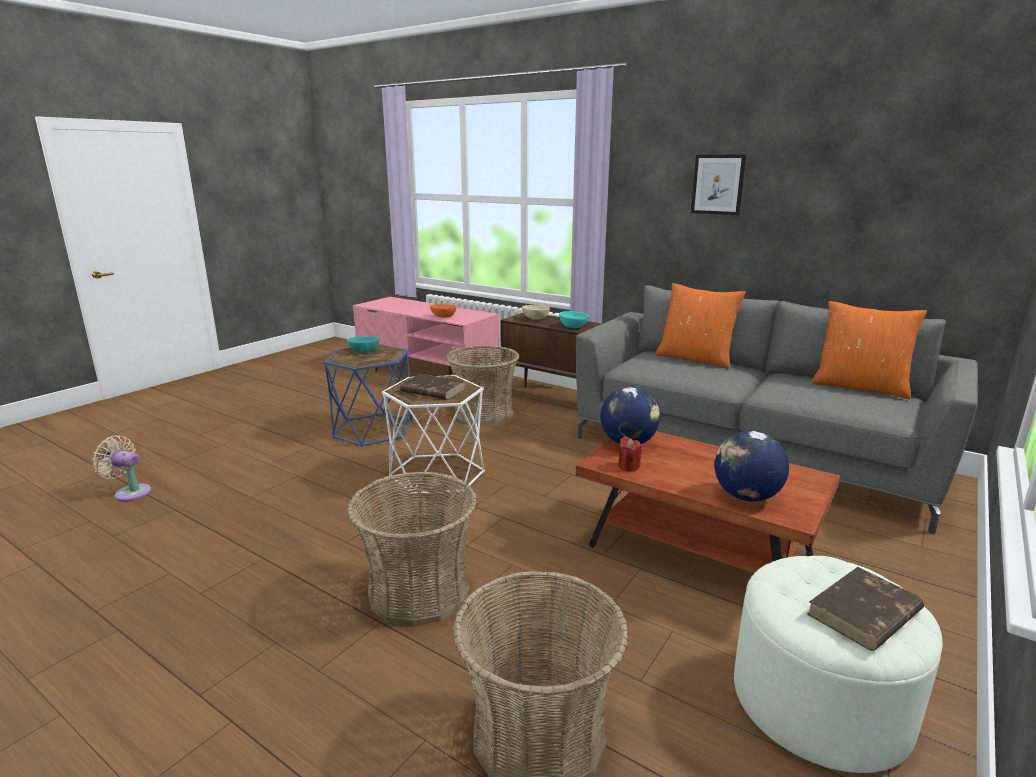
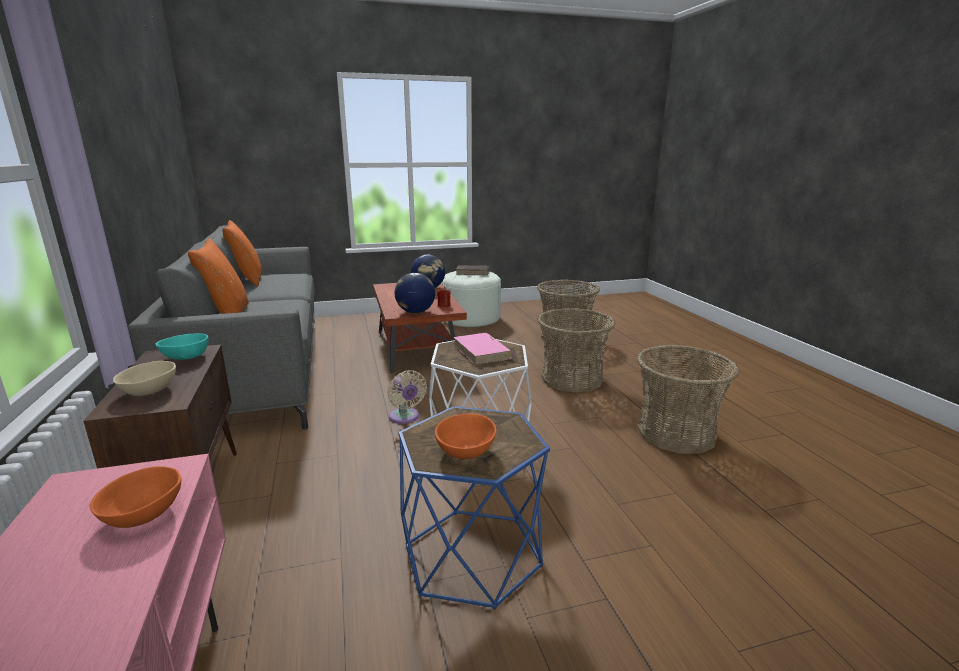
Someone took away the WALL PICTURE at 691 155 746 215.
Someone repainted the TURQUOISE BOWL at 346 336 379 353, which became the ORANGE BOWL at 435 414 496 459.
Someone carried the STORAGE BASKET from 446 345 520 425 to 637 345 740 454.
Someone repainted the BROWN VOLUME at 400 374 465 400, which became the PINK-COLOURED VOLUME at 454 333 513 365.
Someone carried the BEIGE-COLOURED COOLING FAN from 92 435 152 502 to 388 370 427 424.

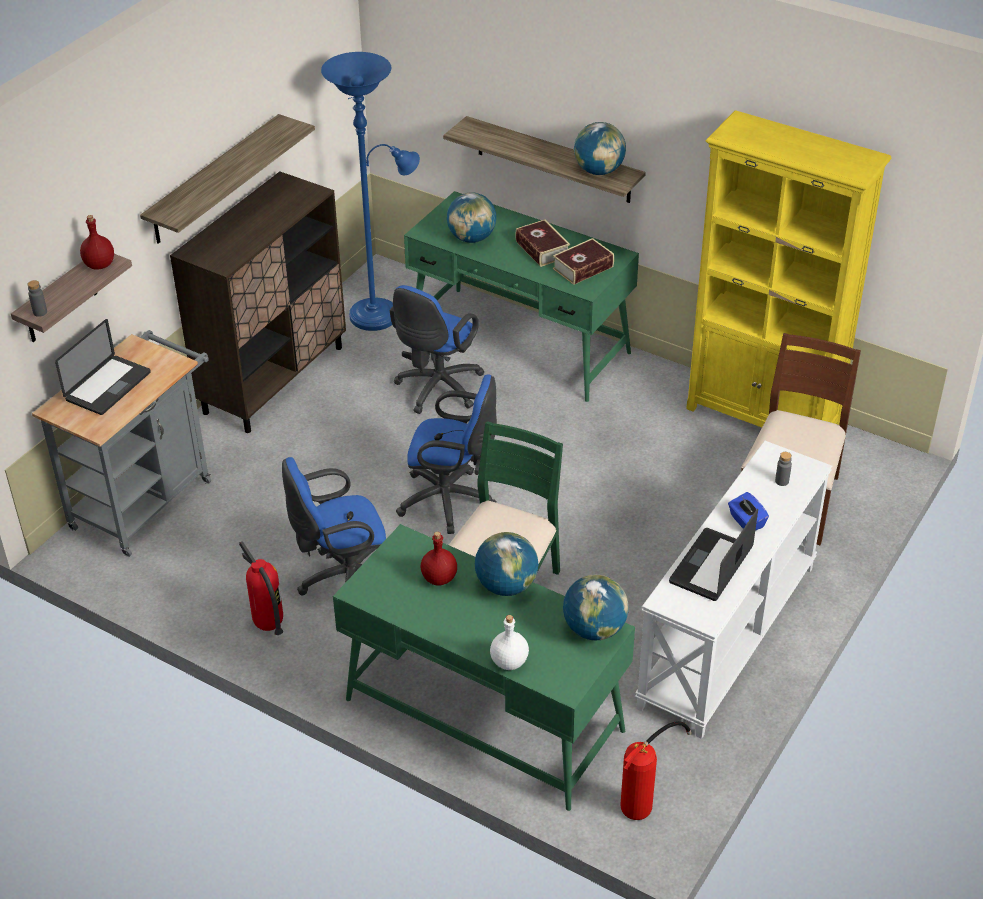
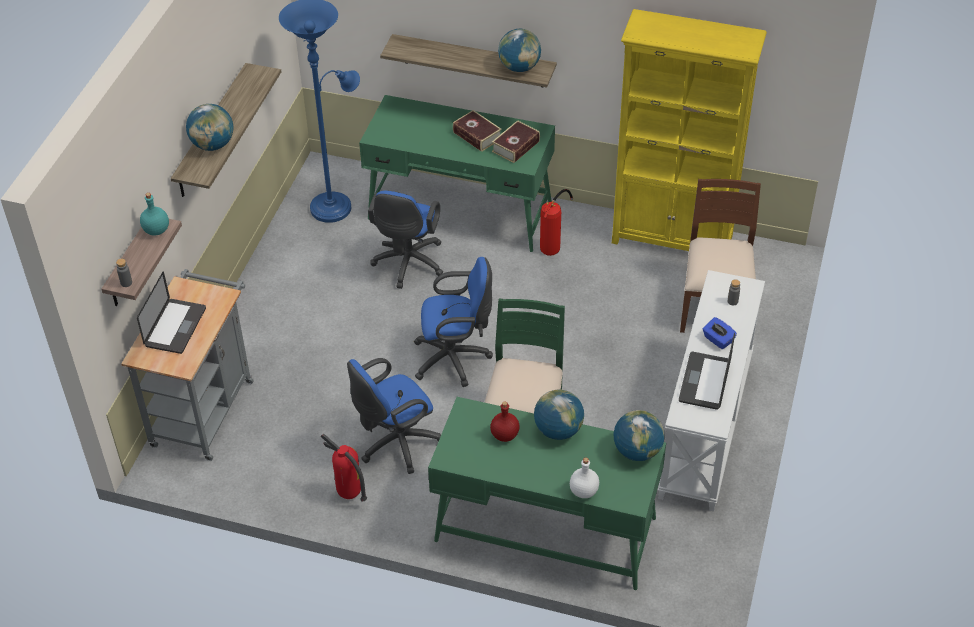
Someone took away the BROWN CABINET at 170 171 346 433.
Someone carried the DESK GLOBE from 447 192 497 243 to 186 104 233 151.
Someone repainted the RED BOTTLE at 80 215 114 270, which became the TURQUOISE BOTTLE at 140 193 169 236.
Someone carried the FIRE EXTINGUISHER from 620 721 691 820 to 540 189 573 256.

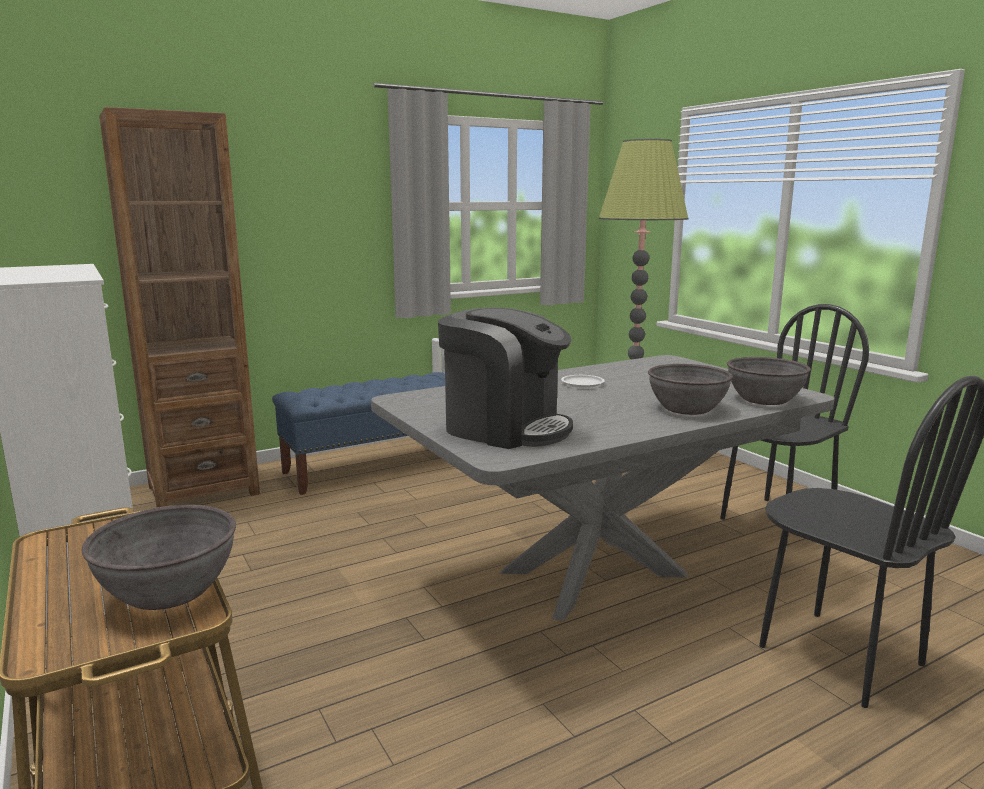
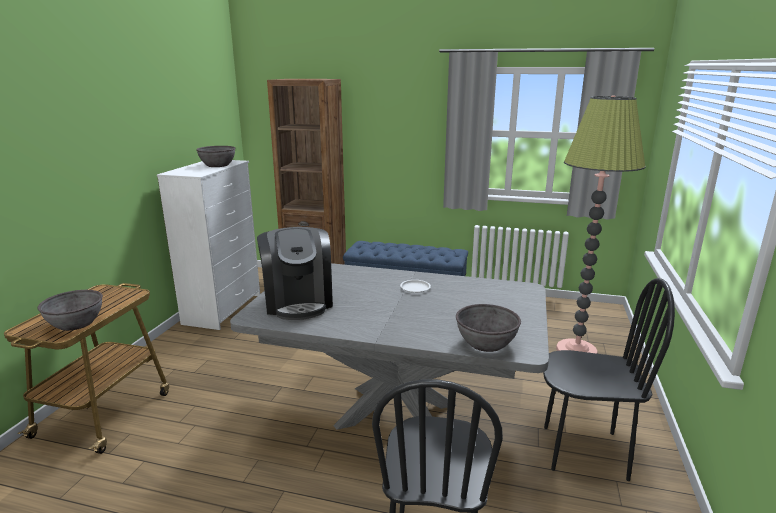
Someone carried the GREY BOWL from 648 364 733 415 to 196 146 236 167.

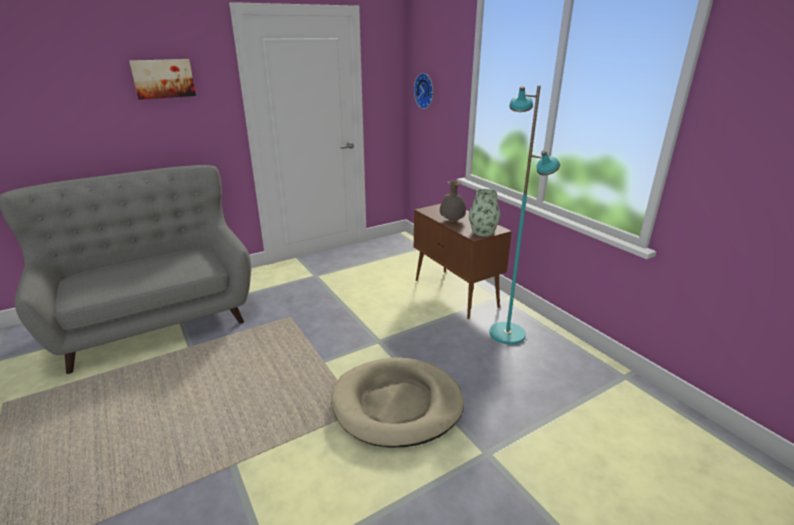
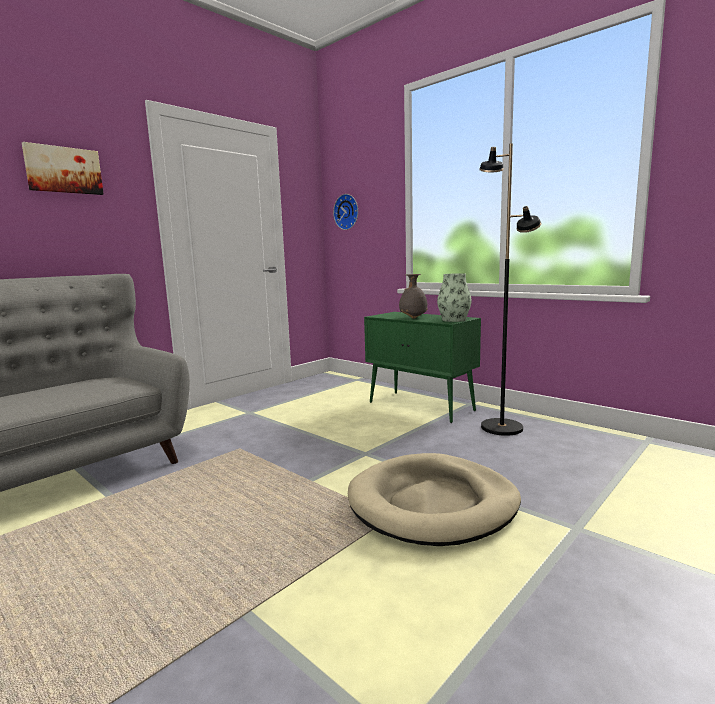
Someone repainted the TURQUOISE FLOOR LAMP at 489 86 560 345, which became the BLACK FLOOR LAMP at 479 143 541 436.
Someone repainted the BROWN CABINET at 414 204 512 320, which became the GREENISH CABINET at 364 312 481 423.

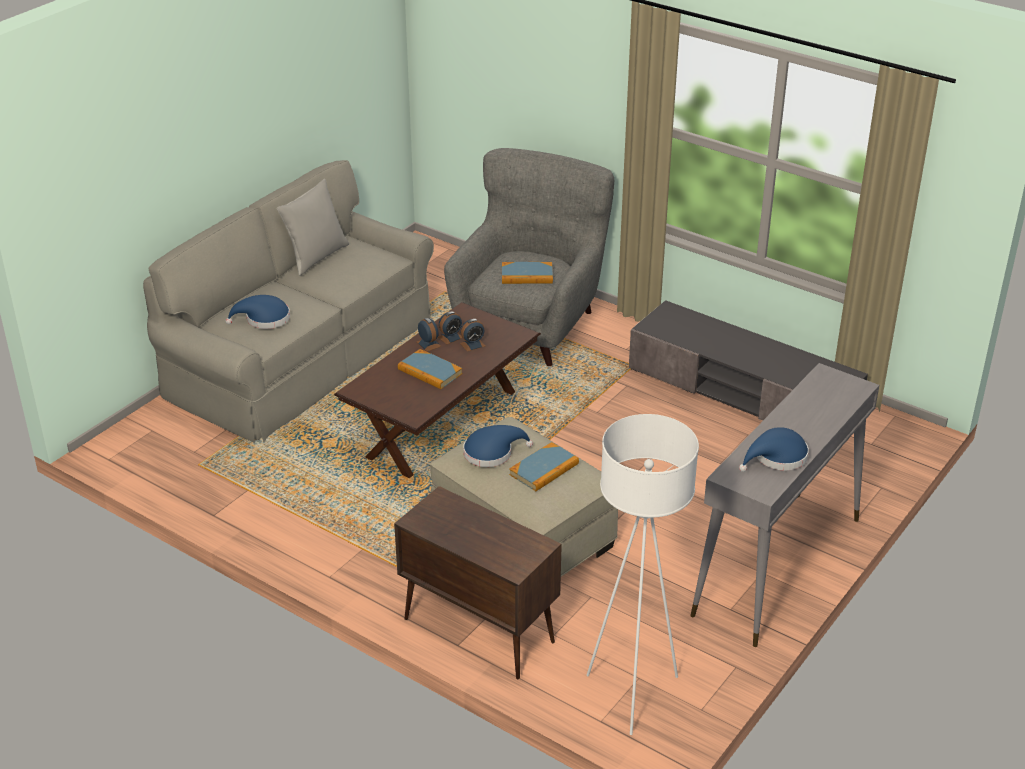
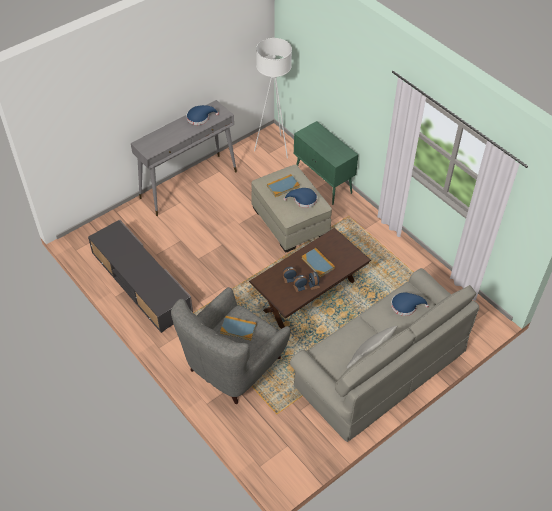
Someone repainted the BROWN CABINET at 394 486 562 680, which became the GREENISH CABINET at 294 121 358 205.

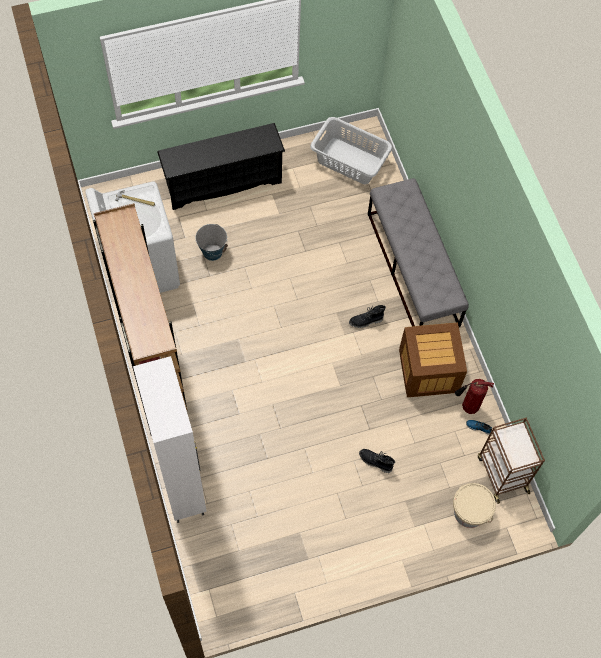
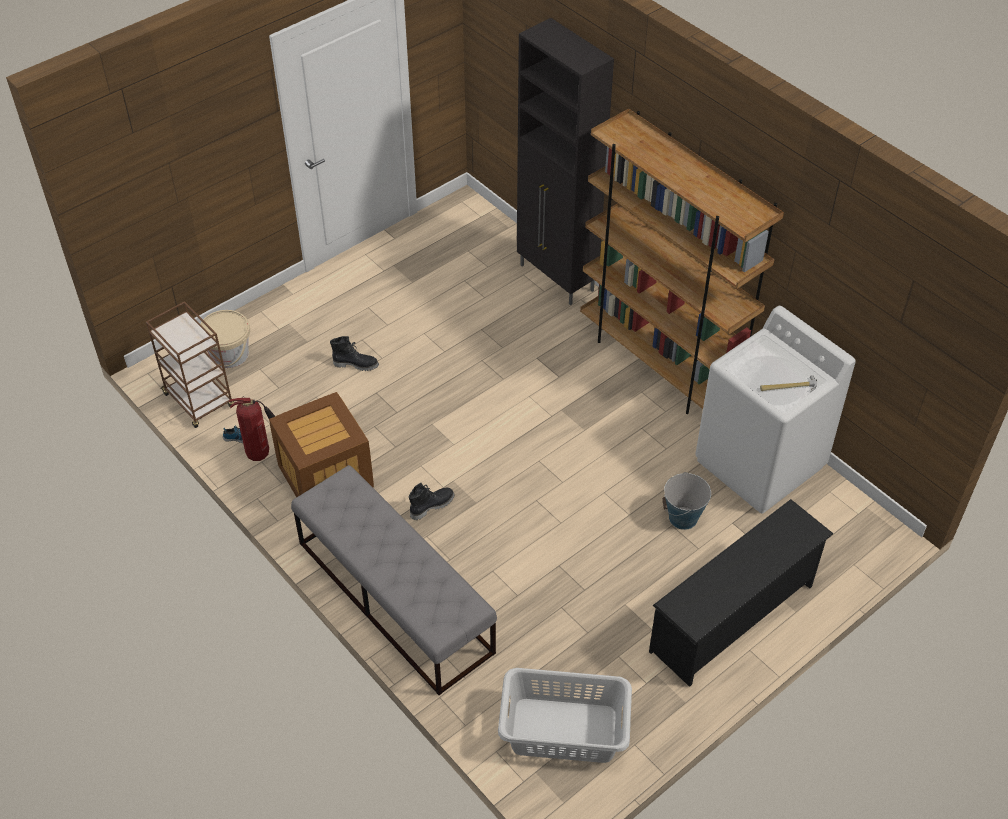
Someone repainted the WHITE-COLOURED CABINET at 133 356 207 523, which became the BLACK CABINET at 517 18 614 305.

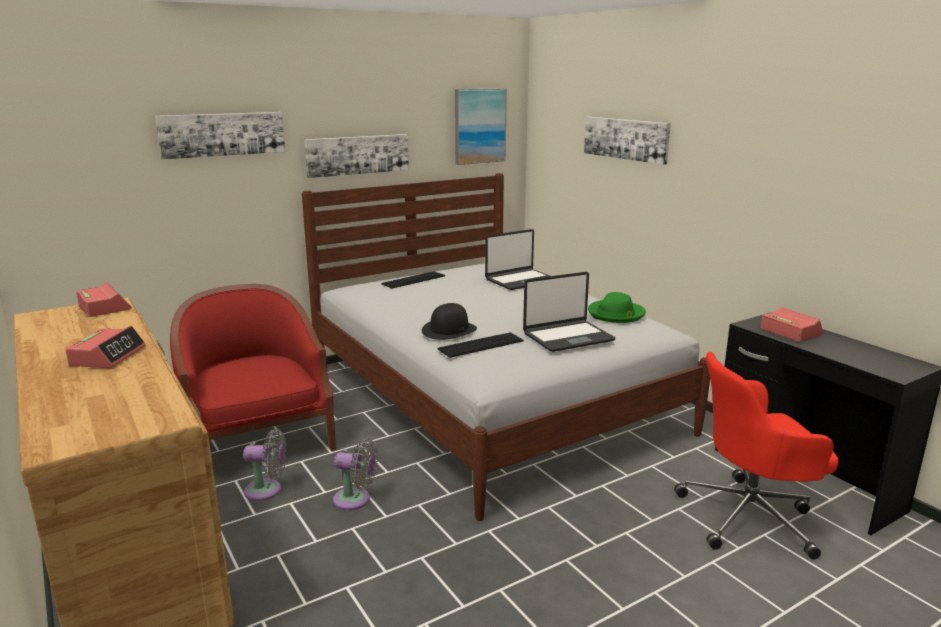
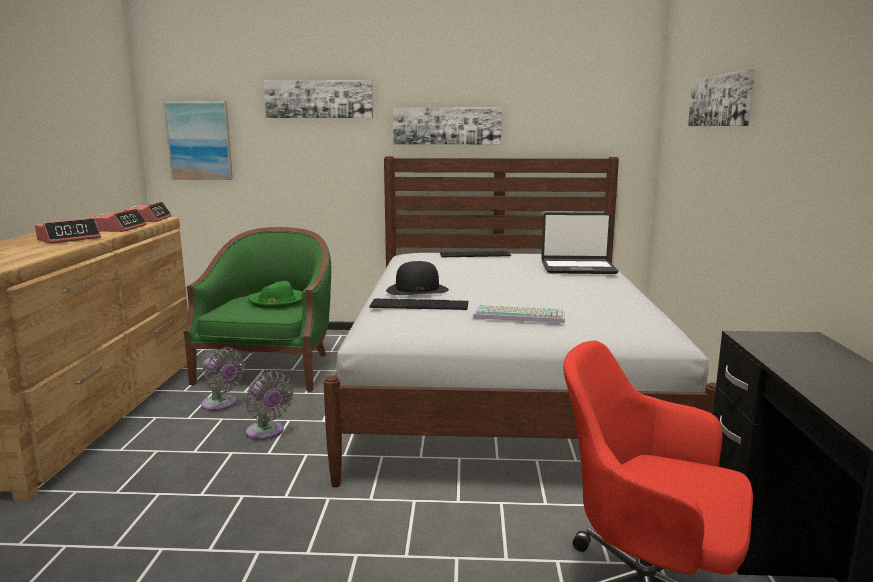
Someone carried the WALL PICTURE from 455 88 507 165 to 164 101 233 180.
Someone swapped the LAPTOP at 523 272 616 352 for the KEYBOARD at 473 305 565 323.
Someone repainted the RED LOUNGE CHAIR at 170 284 336 451, which became the GREENISH LOUNGE CHAIR at 183 227 331 392.
Someone carried the GREENISH WEARABLE HAT from 588 292 646 323 to 248 281 302 308.
Someone carried the BEDSIDE CLOCK from 761 307 823 342 to 89 209 147 232.

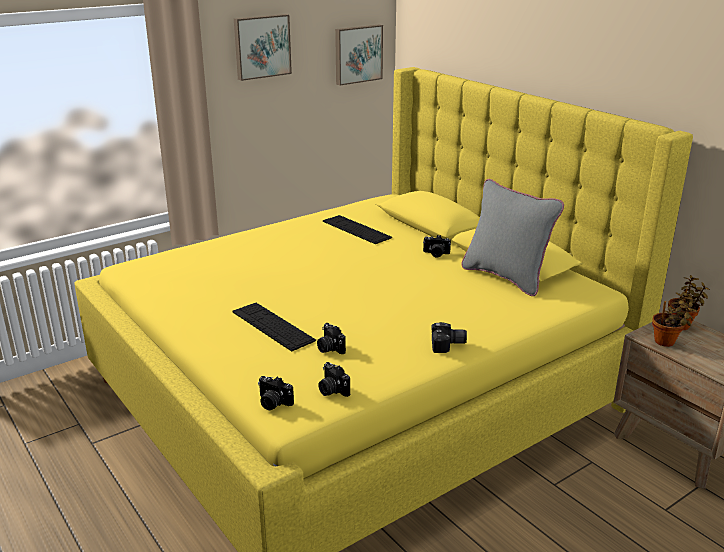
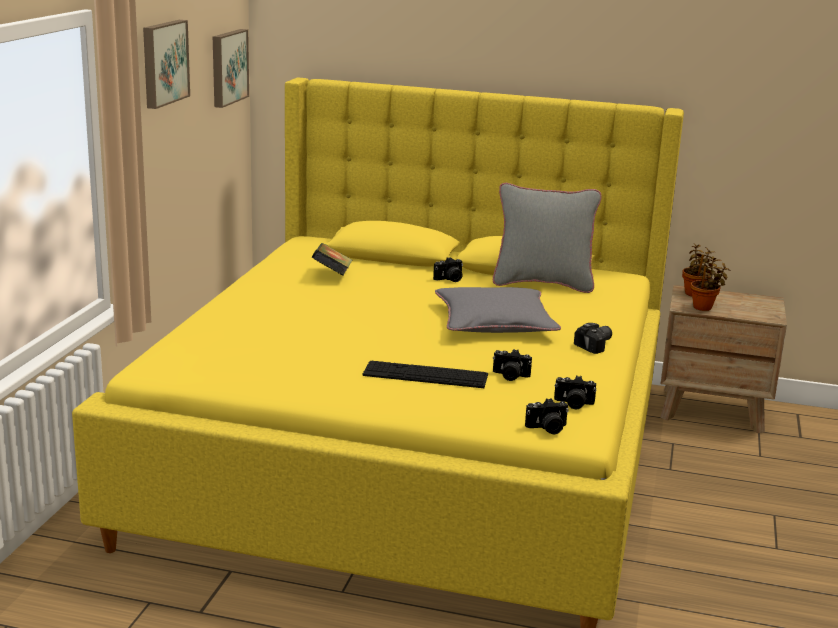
Someone swapped the KEYBOARD at 323 215 392 244 for the VOLUME at 312 243 352 276.
Someone put down the GREY THROW PILLOW at 435 287 561 333.

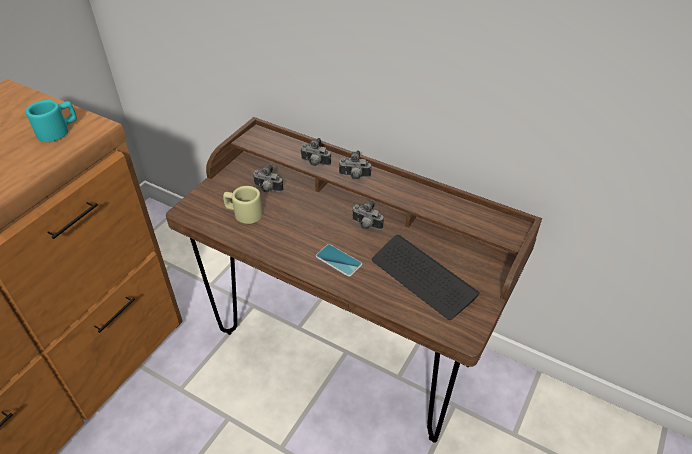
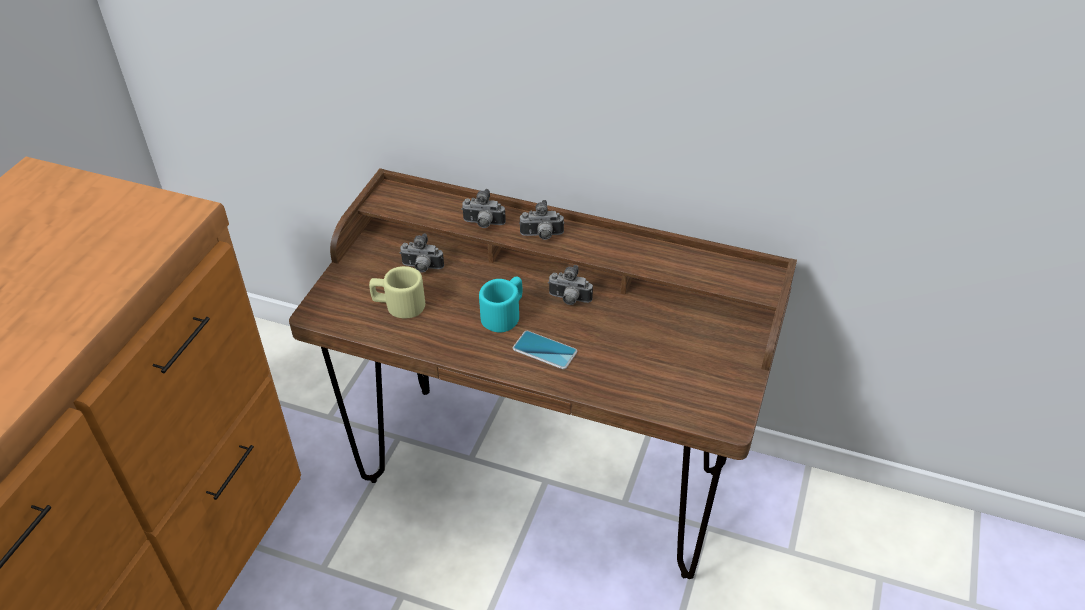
Someone carried the TURQUOISE COFFEE MUG from 26 100 77 142 to 479 277 522 333.
Someone took away the KEYBOARD at 372 235 480 320.

